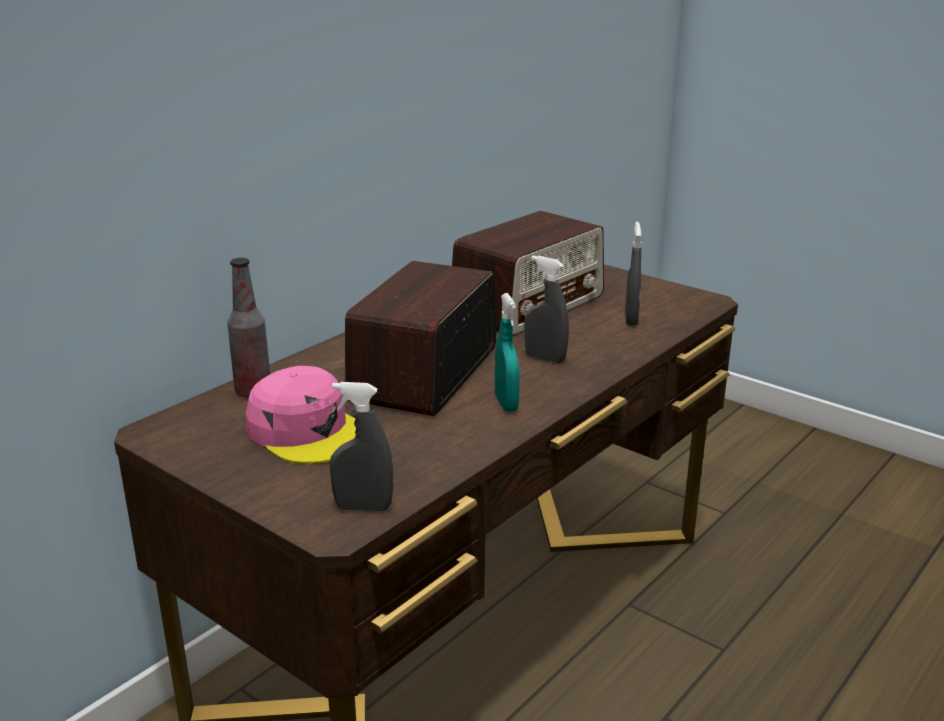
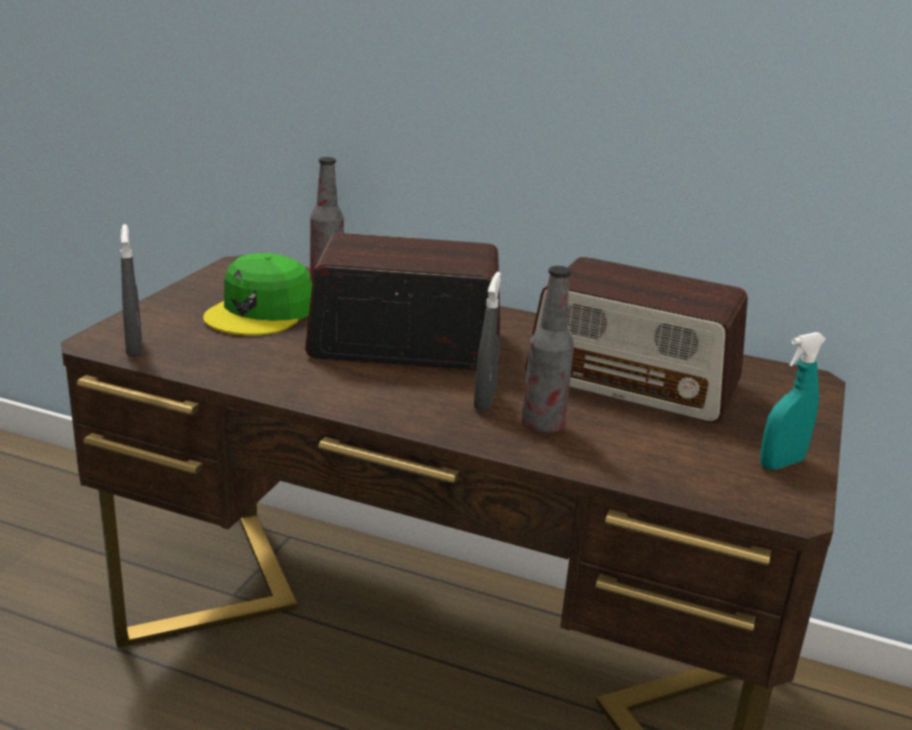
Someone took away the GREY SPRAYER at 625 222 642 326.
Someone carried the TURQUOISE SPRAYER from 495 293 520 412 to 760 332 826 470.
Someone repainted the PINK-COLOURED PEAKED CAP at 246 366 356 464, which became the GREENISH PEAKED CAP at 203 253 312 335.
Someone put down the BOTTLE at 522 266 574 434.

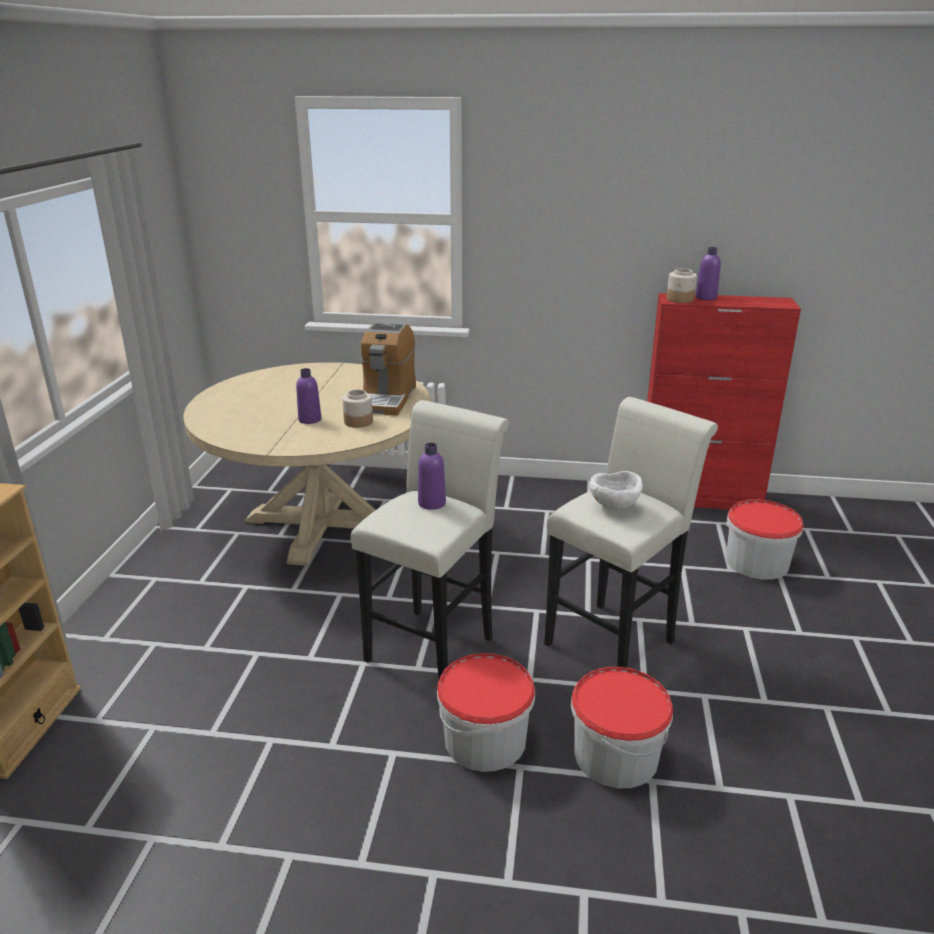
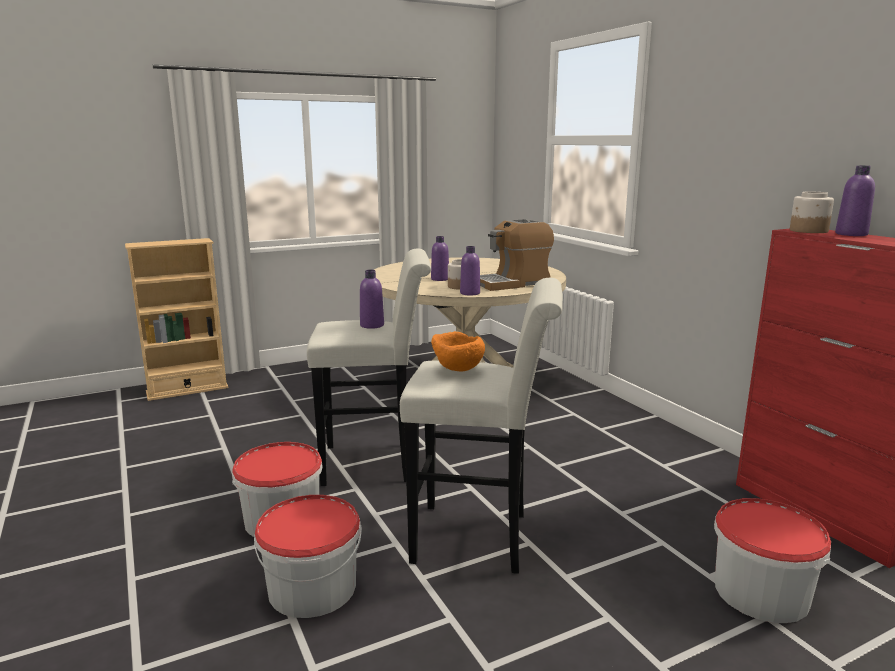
Someone repainted the WHITE-COLOURED BOWL at 590 471 643 510, which became the ORANGE BOWL at 431 331 485 371.
Someone put down the PURPLISH BOTTLE at 460 246 480 296.

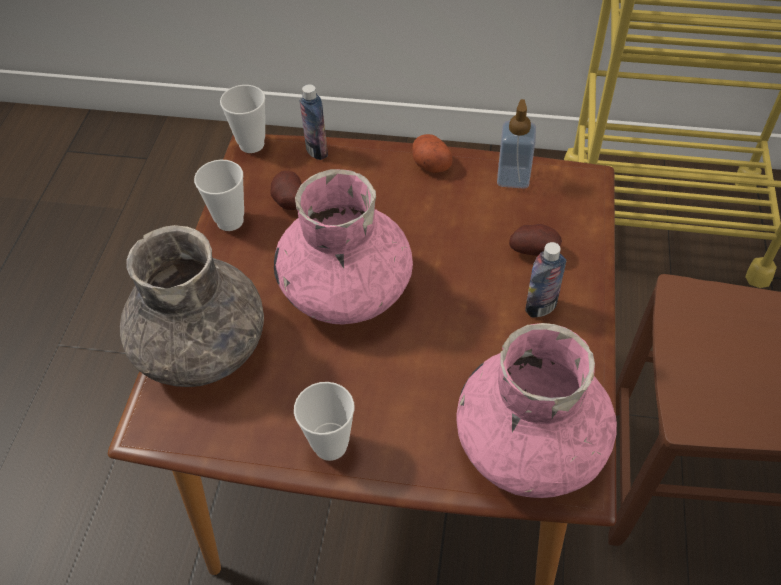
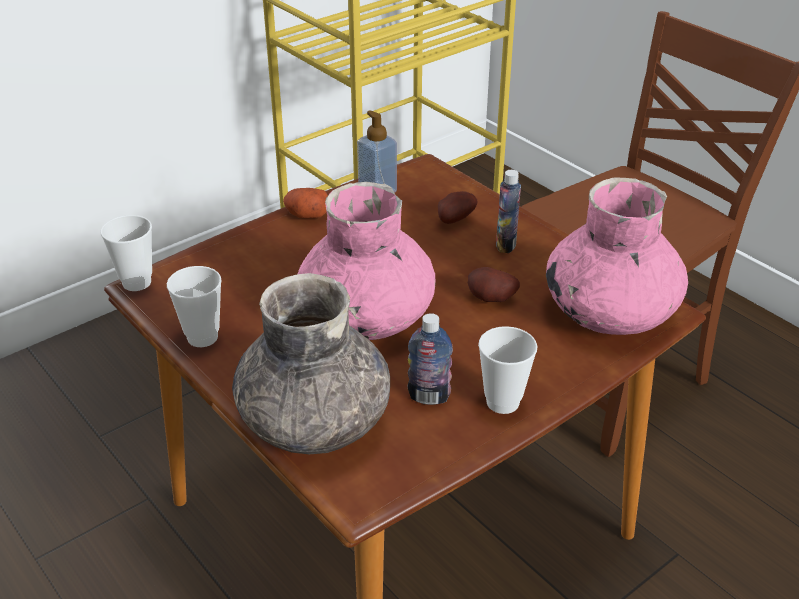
Someone carried the BOTTLE from 299 84 328 160 to 408 313 453 405.
Someone carried the SPUD from 271 171 302 210 to 468 267 520 302.

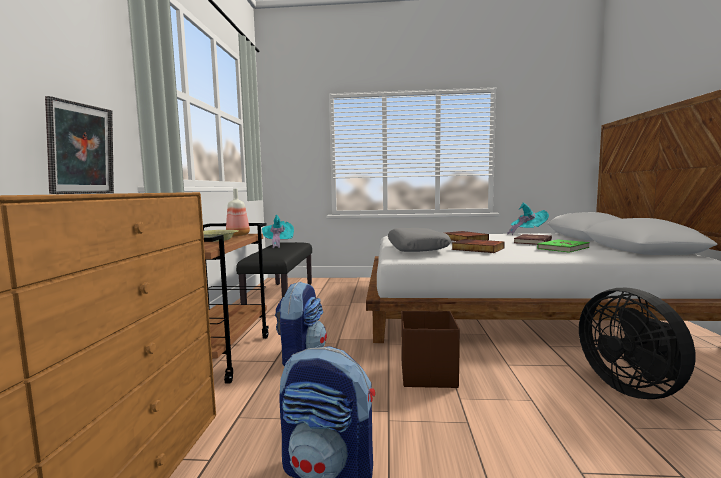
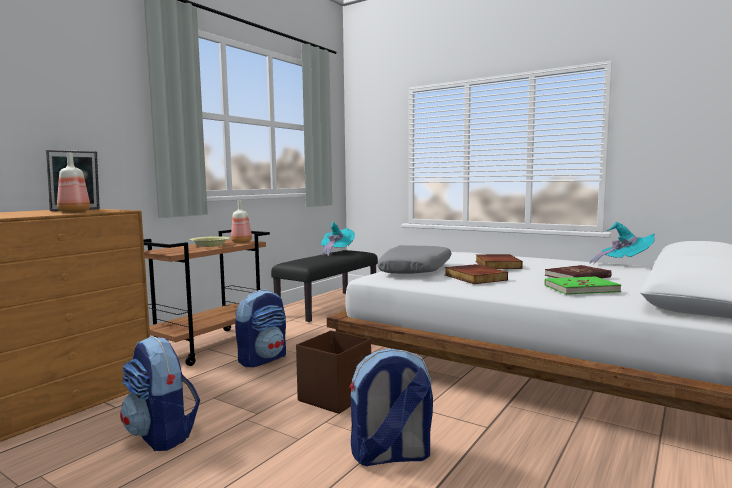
Someone took away the BLACK COOLING FAN at 579 288 695 399.
Someone put down the BOTTLE at 57 153 90 213.
Someone put down the KNAPSACK at 349 348 433 466.

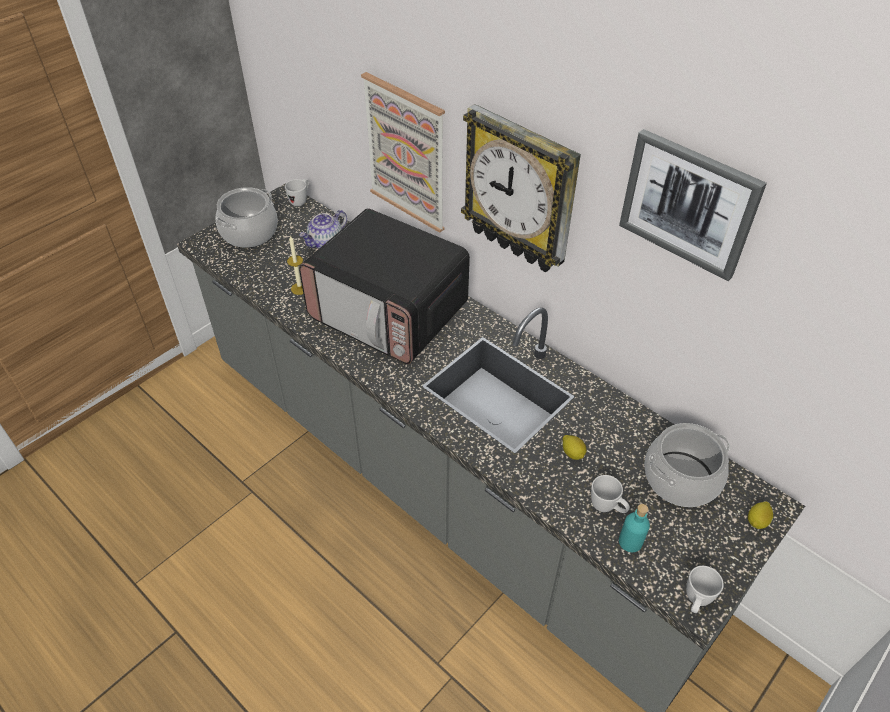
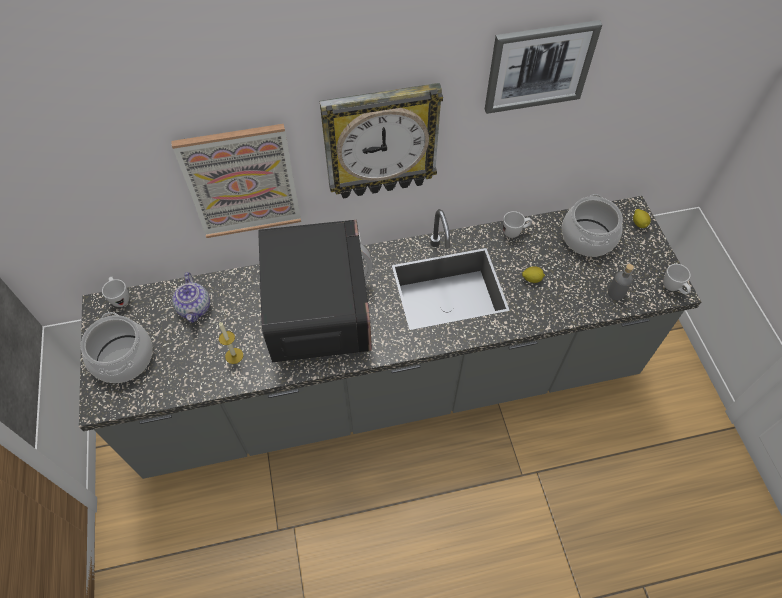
Someone rotated the MICROWAVE OVEN at 299 208 470 364 by 75 degrees counterclockwise.
Someone carried the WHITE-COLOURED COFFEE MUG from 591 475 630 513 to 503 211 532 238.
Someone repainted the TURQUOISE BOTTLE at 619 504 650 552, which became the GREY BOTTLE at 608 264 634 300.

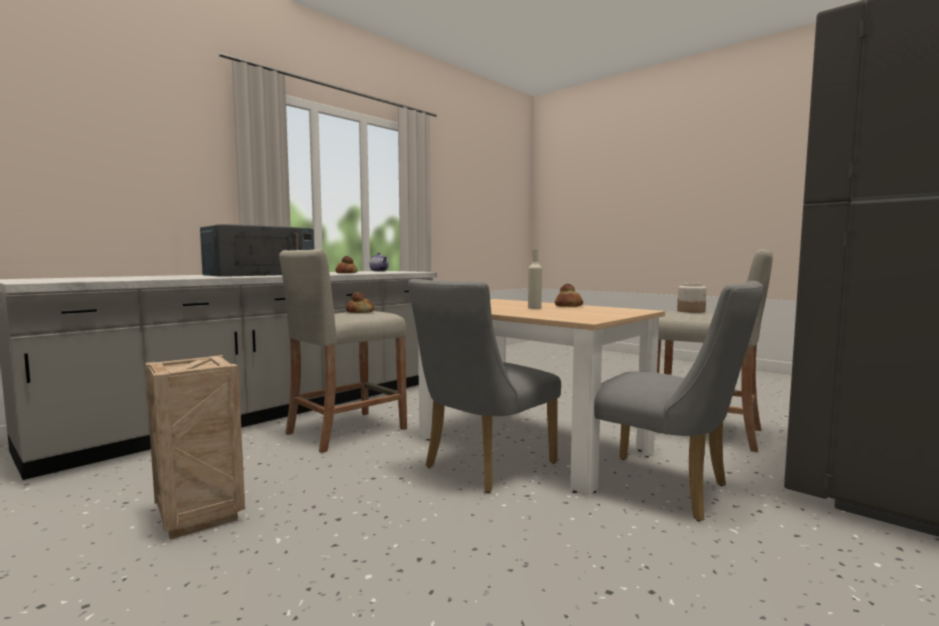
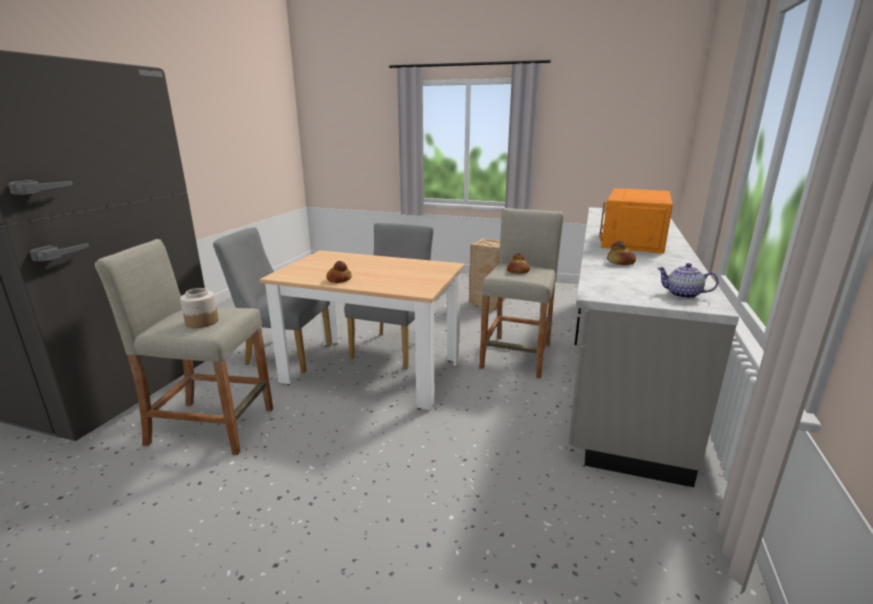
Someone repainted the BLUISH MICROWAVE OVEN at 200 224 314 277, which became the ORANGE MICROWAVE OVEN at 599 188 673 254.
Someone took away the BEIGE-COLOURED BOTTLE at 528 250 542 309.

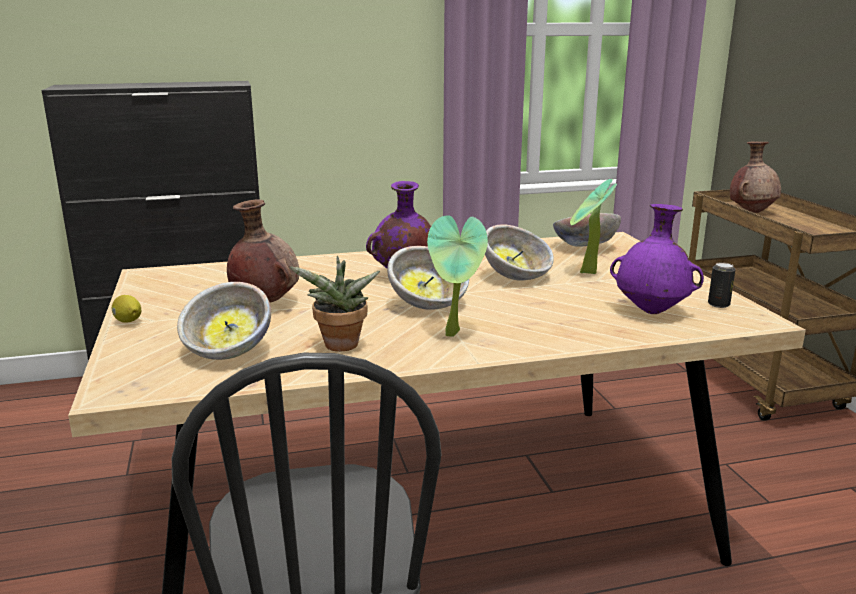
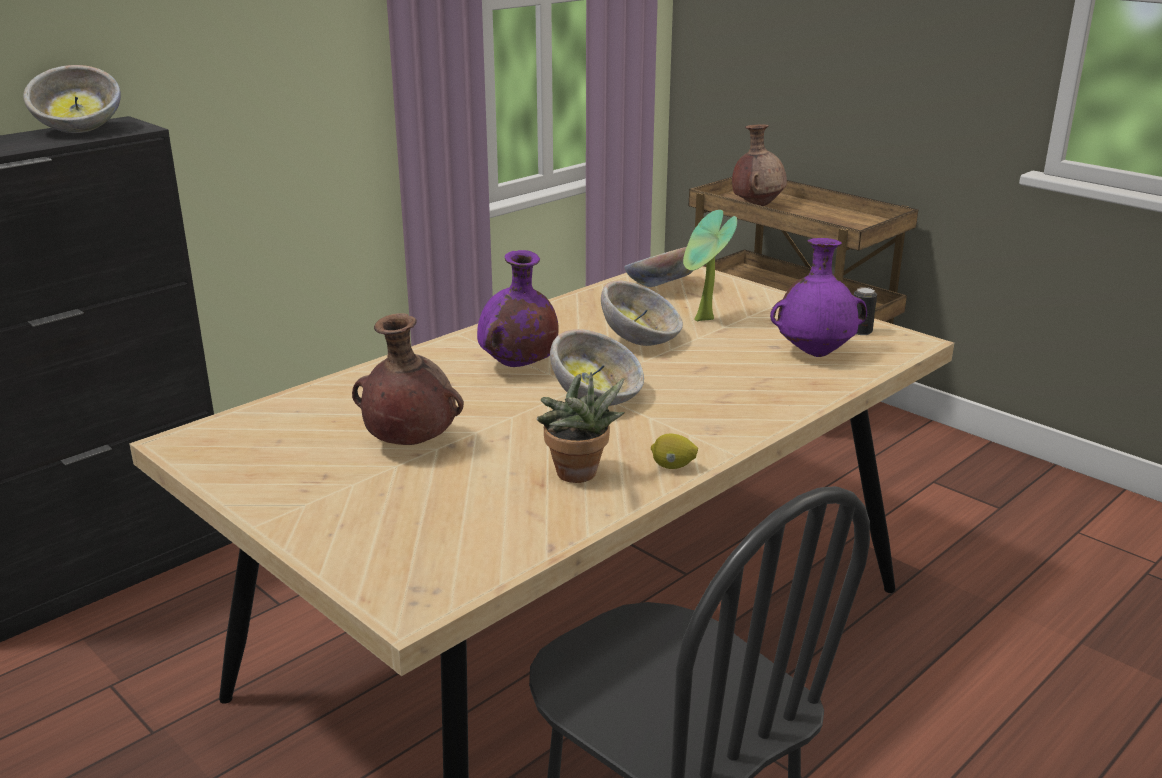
Someone took away the PLANT IN A POT at 427 215 488 337.
Someone carried the BOWL from 177 282 271 360 to 23 65 121 133.
Someone carried the CITRUS FRUIT from 112 295 141 323 to 651 433 698 469.

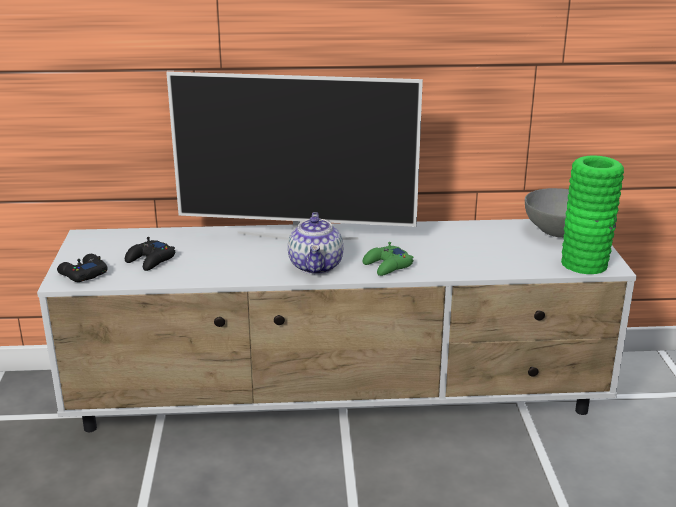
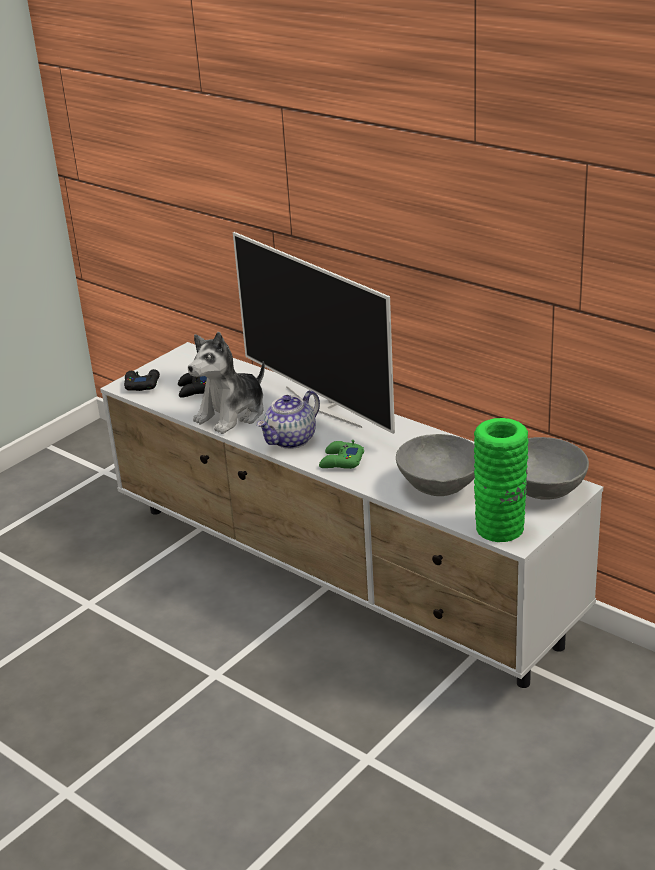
Someone put down the SOFT TOY at 188 332 265 434.
Someone put down the GREY BOWL at 396 434 475 496.

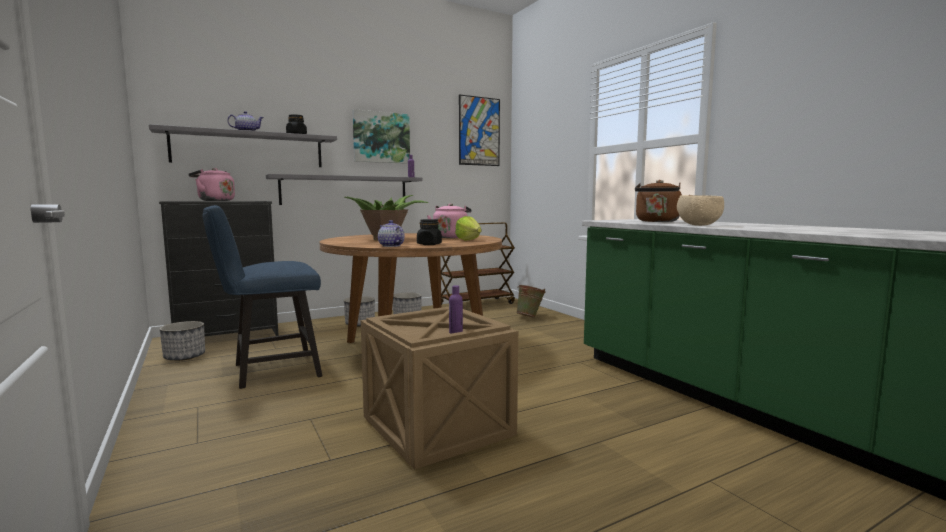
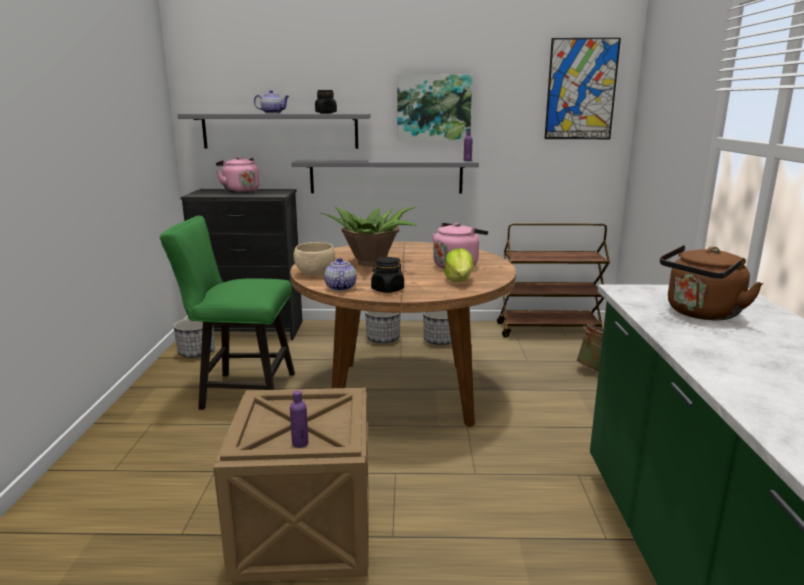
Someone carried the BEIGE-COLOURED BOWL from 677 195 724 226 to 293 242 335 276.
Someone repainted the BLUISH UPRIGHT CHAIR at 202 205 322 389, which became the GREENISH UPRIGHT CHAIR at 160 216 295 410.

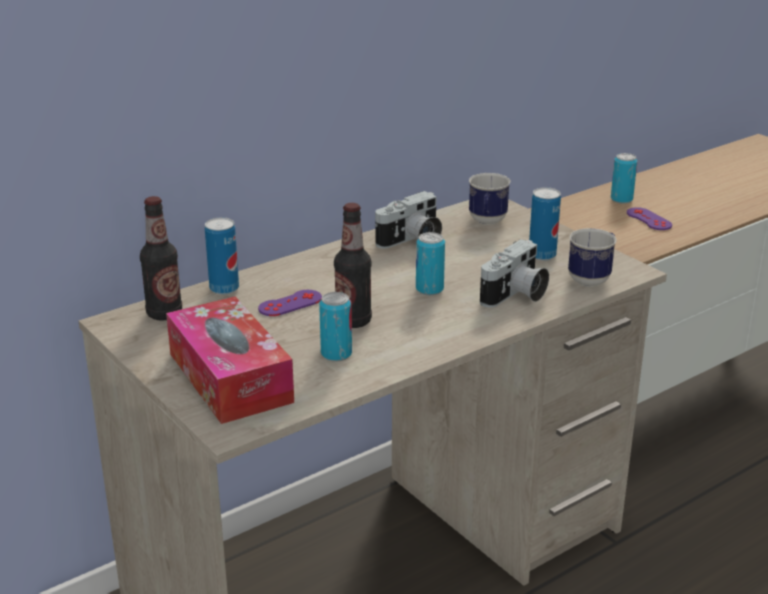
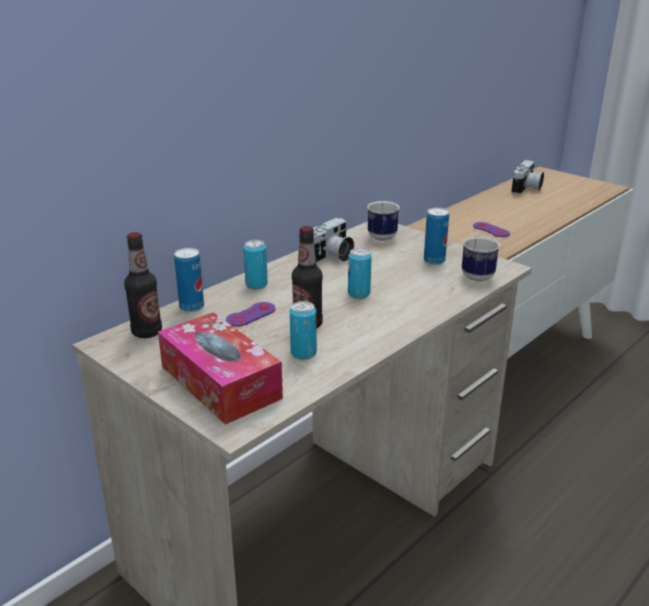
Someone carried the CAN from 611 153 638 204 to 243 240 268 289.
Someone carried the PHOTO CAMERA from 480 239 549 308 to 511 160 544 194.

